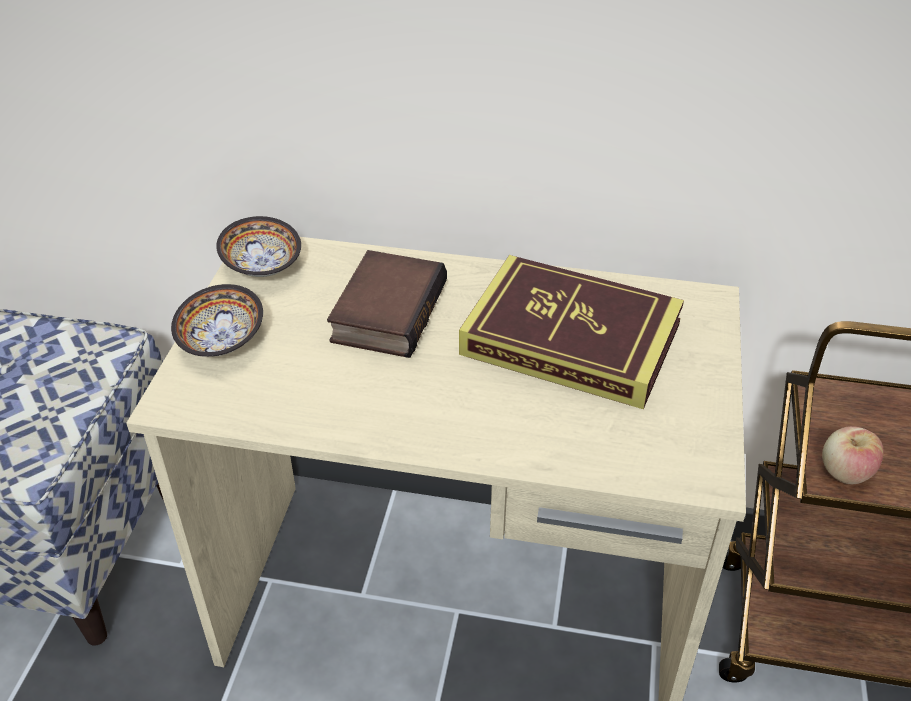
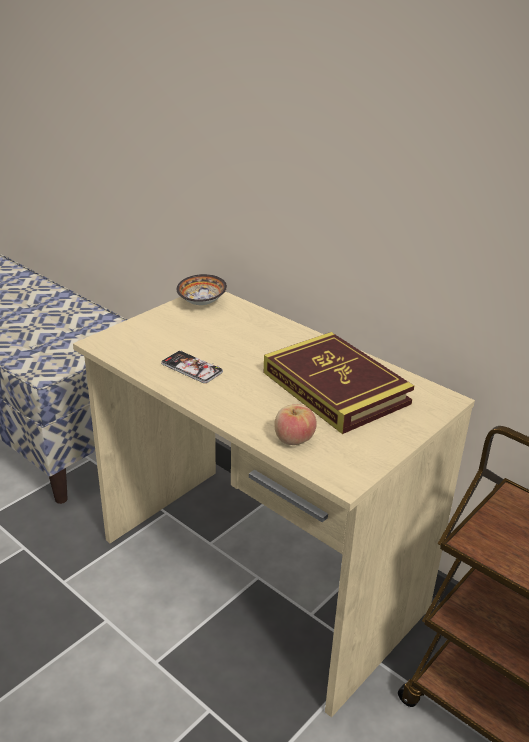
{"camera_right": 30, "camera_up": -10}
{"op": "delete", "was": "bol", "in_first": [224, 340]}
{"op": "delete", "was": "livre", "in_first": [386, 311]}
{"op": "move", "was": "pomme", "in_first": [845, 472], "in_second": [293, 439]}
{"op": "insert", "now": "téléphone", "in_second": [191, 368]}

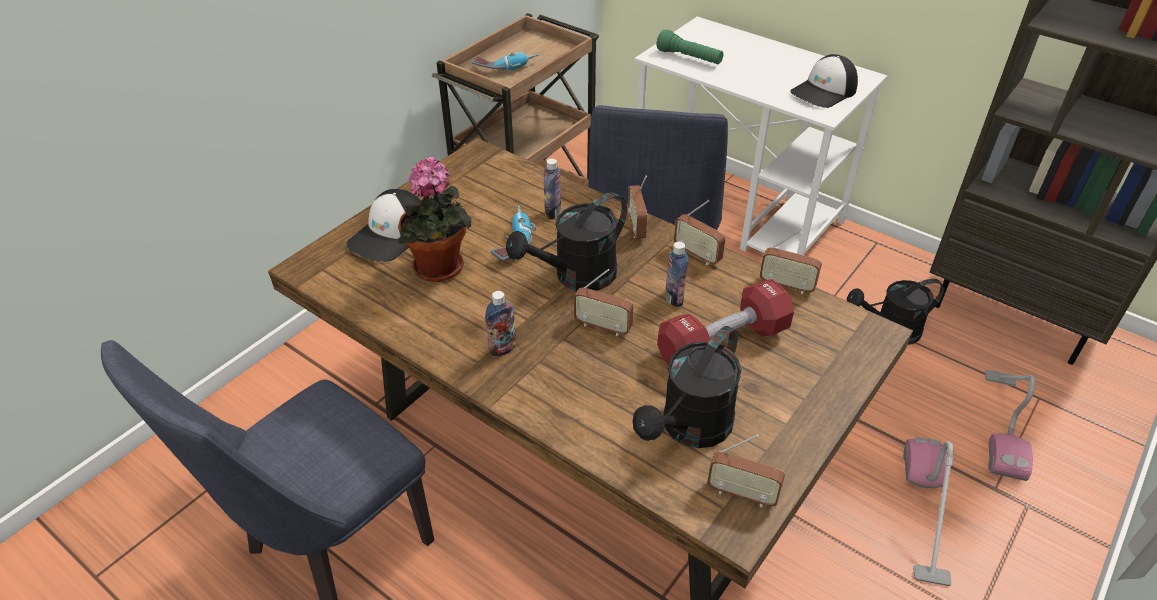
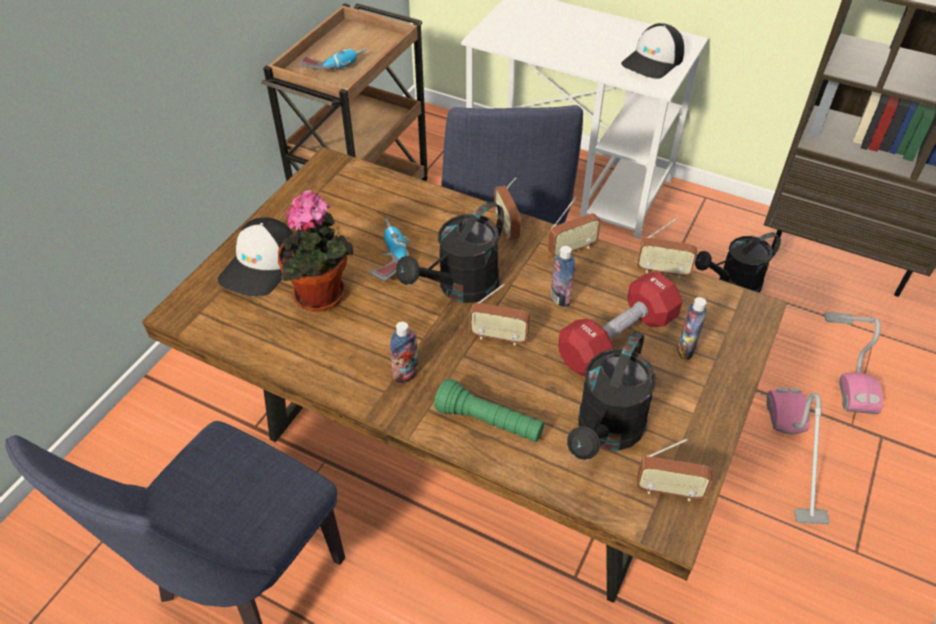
{"camera_right": -10, "camera_up": 5}
{"op": "move", "was": "bouteille", "in_first": [552, 213], "in_second": [685, 349]}
{"op": "move", "was": "lampe de poche (vert)", "in_first": [689, 58], "in_second": [489, 422]}
{"op": "rotate", "was": "radio", "in_first": [697, 255], "in_second": [572, 249], "clockwise": -60}

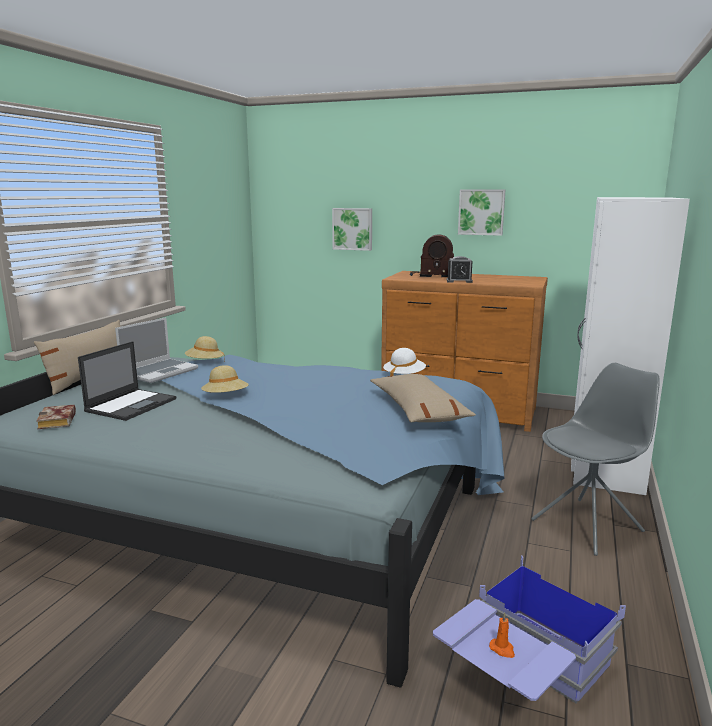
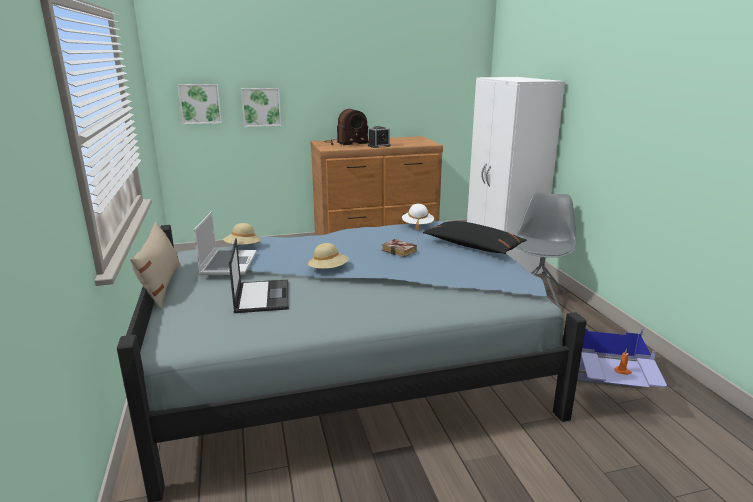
{"camera_right": -35, "camera_up": 5}
{"op": "move", "was": "livre", "in_first": [58, 421], "in_second": [400, 251]}
{"op": "recolor", "was": "coussin (beige)", "now": "coussin (noir)", "in_first": [418, 410], "in_second": [473, 246]}
{"op": "move", "was": "tableau", "in_first": [481, 212], "in_second": [200, 103]}

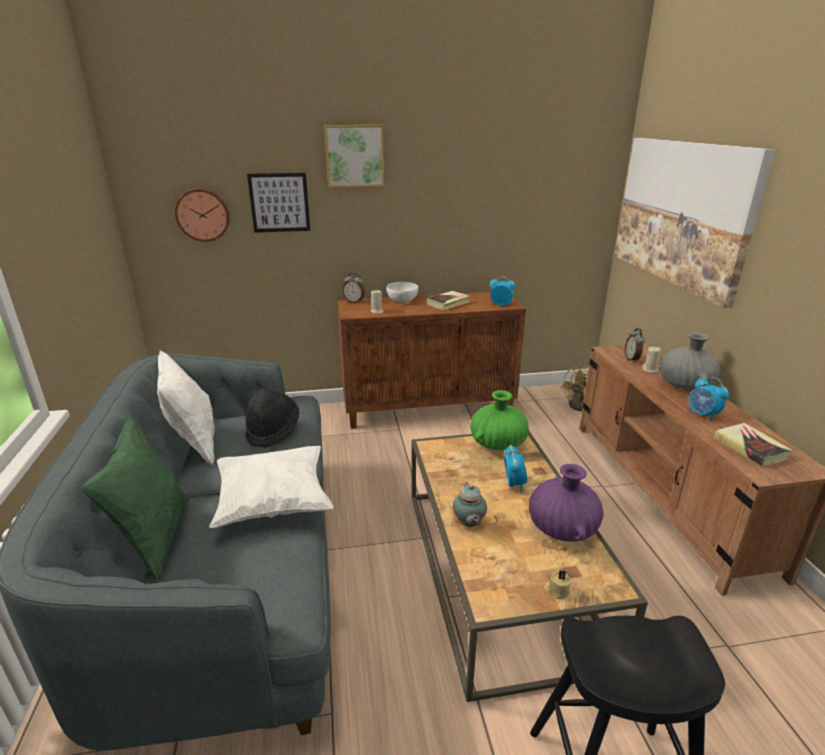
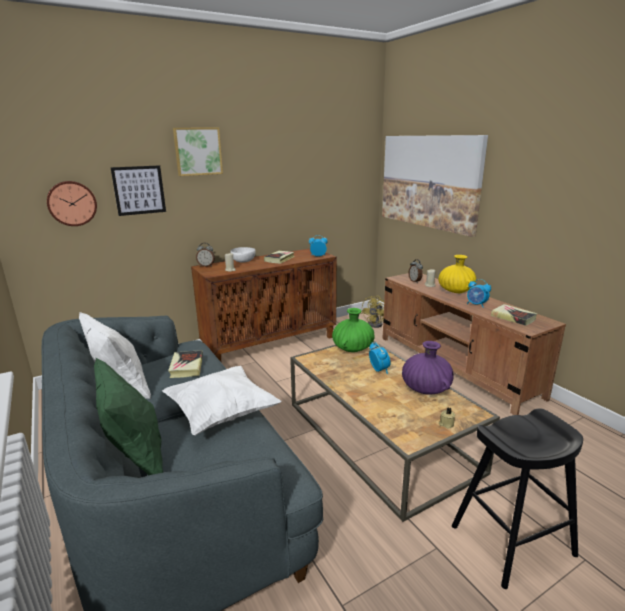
{"camera_right": -20, "camera_up": -5}
{"op": "replace", "was": "chapeau (noir)", "now": "livre", "in_first": [273, 431], "in_second": [186, 367]}
{"op": "delete", "was": "théière", "in_first": [468, 524]}
{"op": "recolor", "was": "vase (gris)", "now": "vase (jaune)", "in_first": [685, 385], "in_second": [455, 291]}

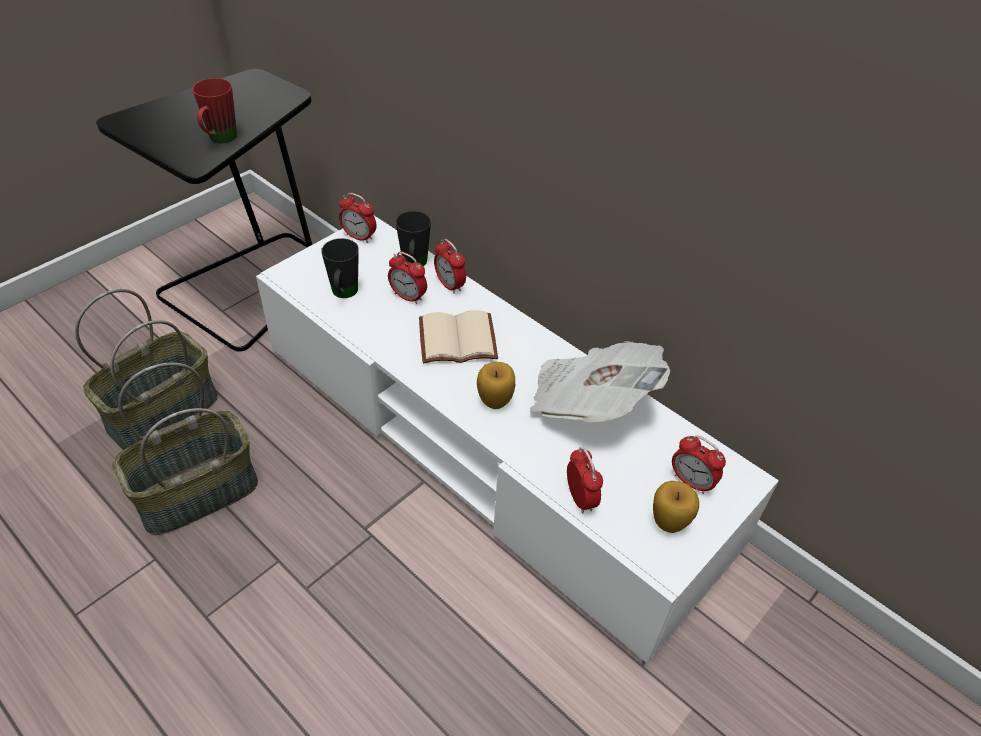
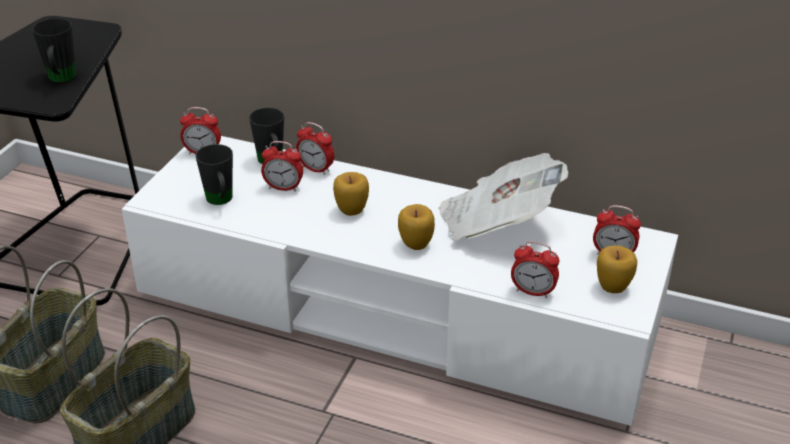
{"camera_right": -20, "camera_up": -10}
{"op": "recolor", "was": "mug (rouge)", "now": "mug (noir)", "in_first": [219, 140], "in_second": [61, 79]}
{"op": "replace", "was": "livre (beige)", "now": "pomme", "in_first": [456, 341], "in_second": [351, 210]}
{"op": "rotate", "was": "réveil", "in_first": [580, 498], "in_second": [533, 292], "clockwise": 150}

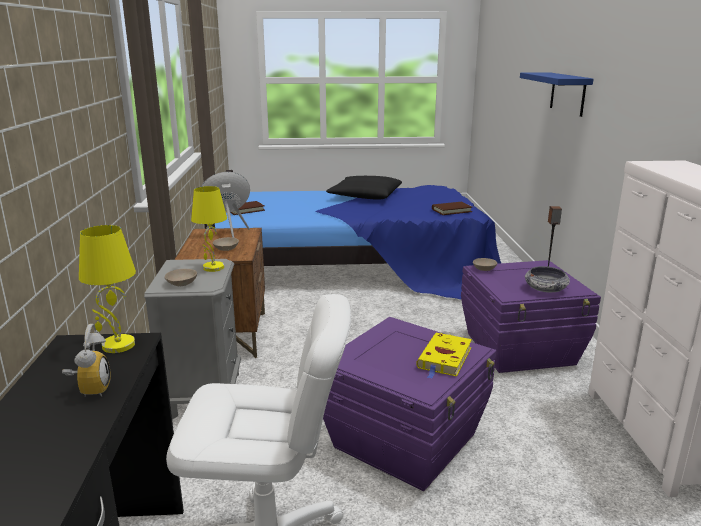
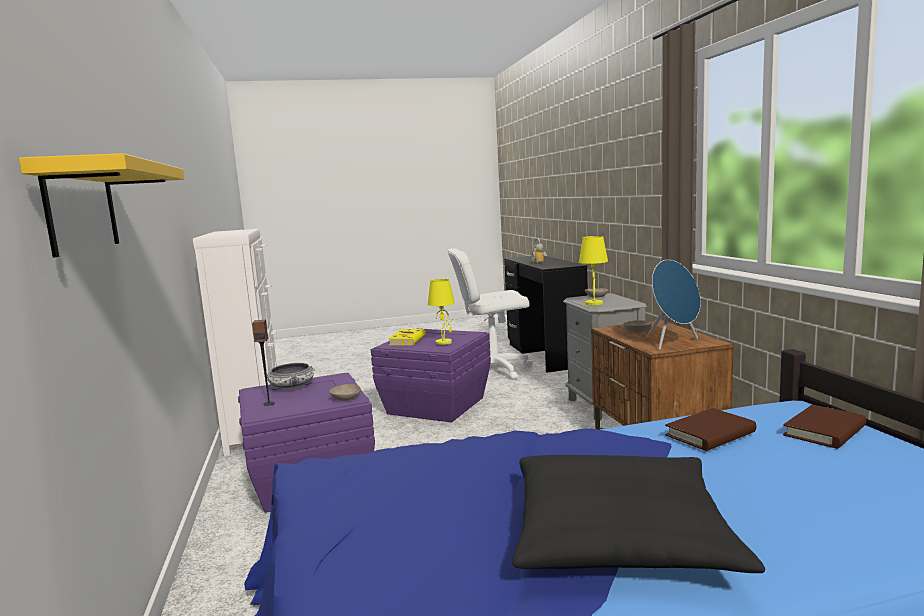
{"camera_right": 170, "camera_up": -10}
{"op": "move", "was": "lampe de table (jaune)", "in_first": [117, 345], "in_second": [444, 342]}
{"op": "move", "was": "livre (marron)", "in_first": [451, 210], "in_second": [710, 434]}
{"op": "recolor", "was": "étagère (bleu)", "now": "étagère (jaune)", "in_first": [567, 93], "in_second": [82, 208]}

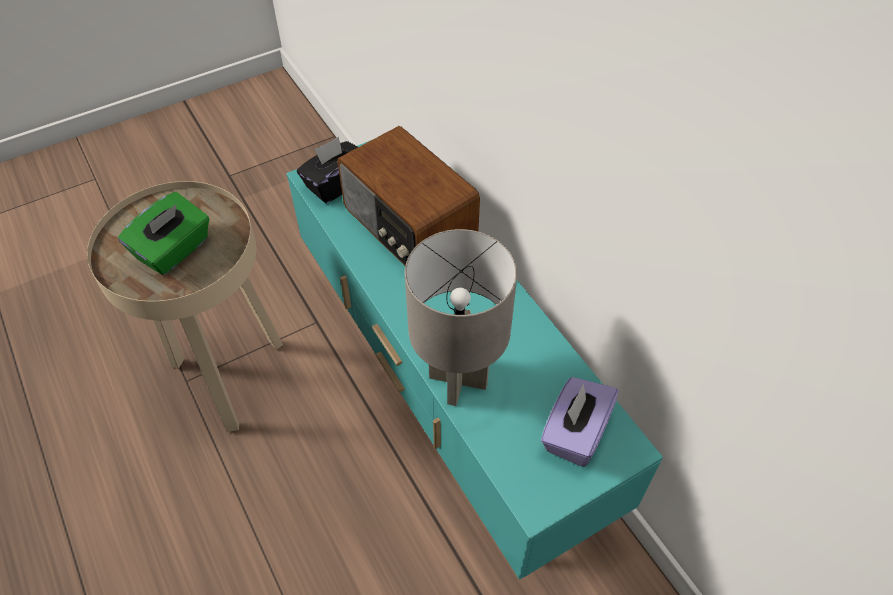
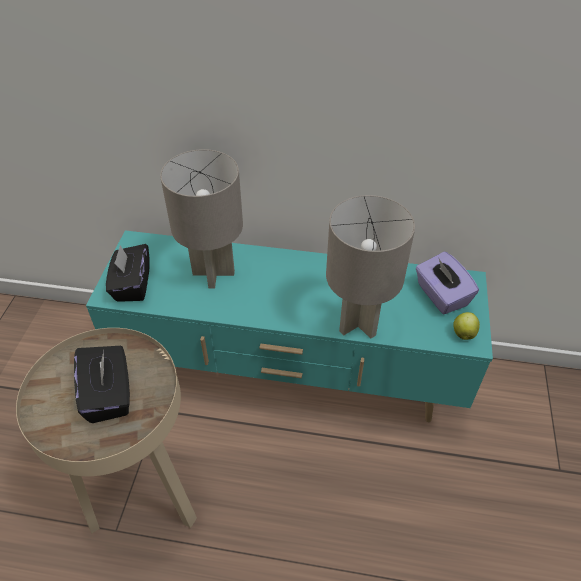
{"camera_right": -50, "camera_up": -5}
{"op": "recolor", "was": "boîte à mouchoirs (vert)", "now": "boîte à mouchoirs (noir)", "in_first": [174, 250], "in_second": [109, 395]}
{"op": "replace", "was": "radio", "now": "lampe de table (gris)", "in_first": [408, 226], "in_second": [214, 272]}
{"op": "insert", "now": "pomme", "in_second": [463, 333]}

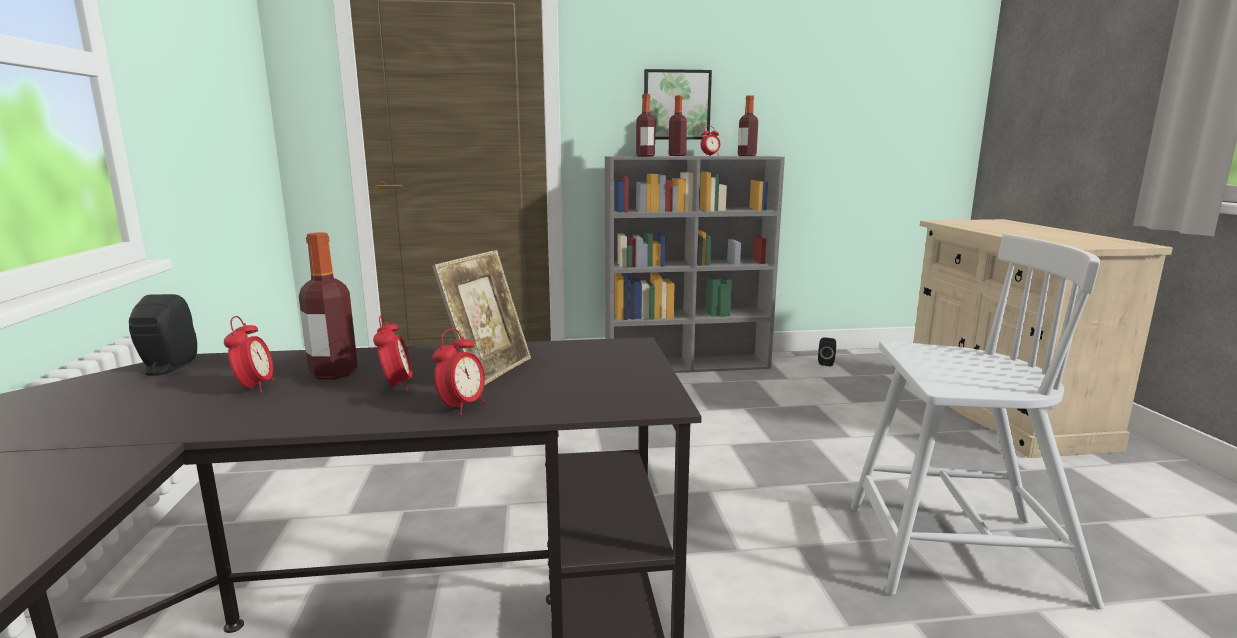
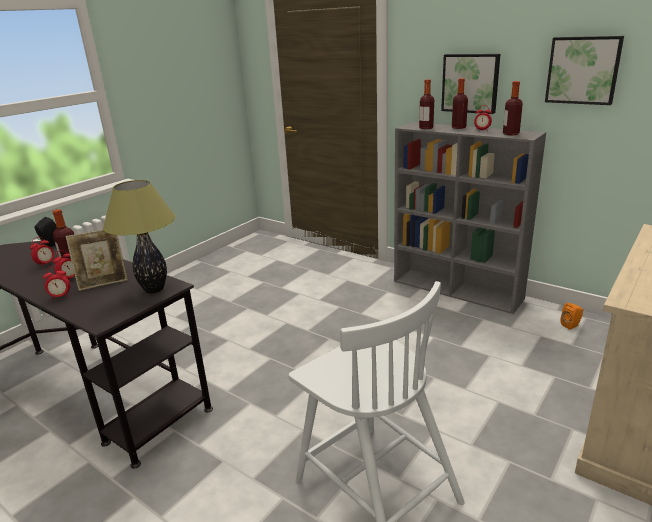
{"camera_right": 45, "camera_up": 10}
{"op": "recolor", "was": "enceinte (noir)", "now": "enceinte (orange)", "in_first": [826, 363], "in_second": [571, 325]}
{"op": "insert", "now": "lampe de table", "in_second": [154, 289]}
{"op": "insert", "now": "tableau", "in_second": [583, 70]}

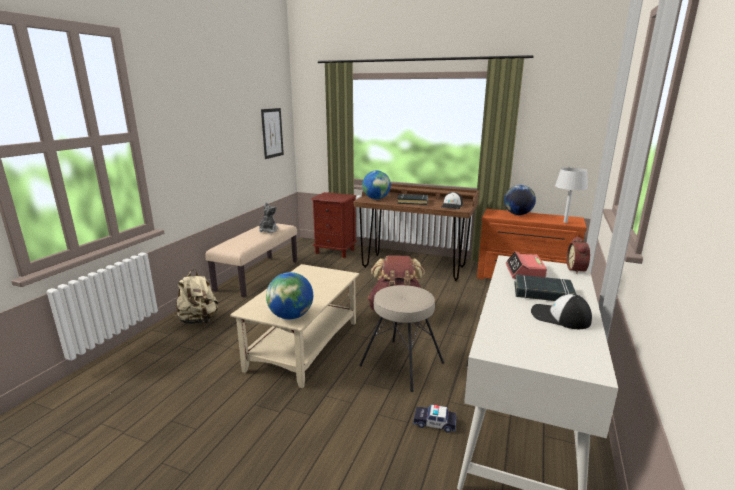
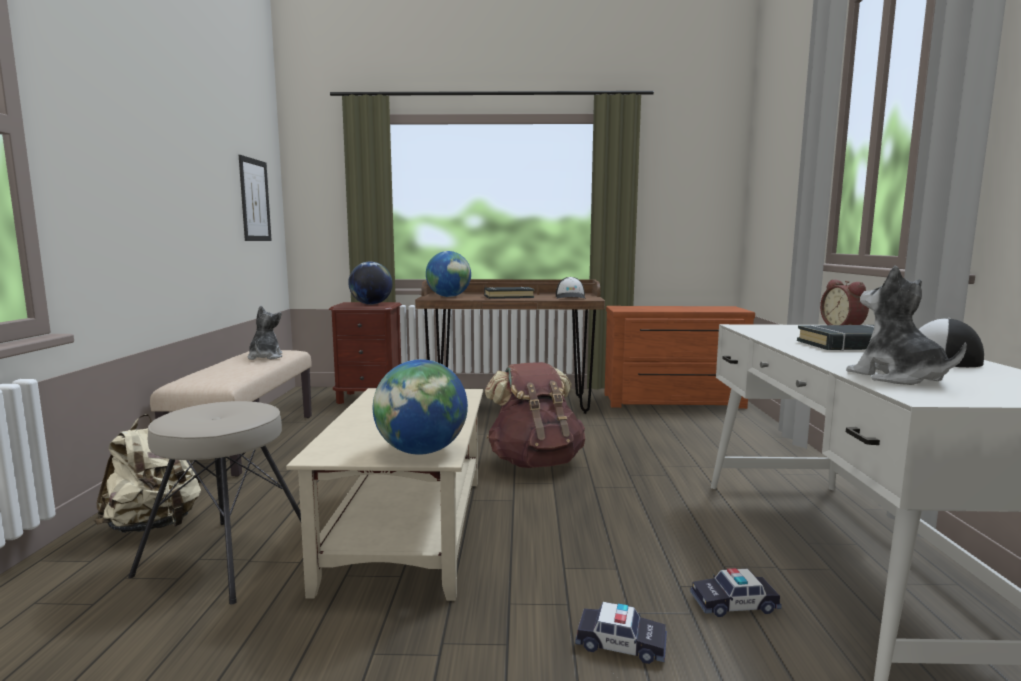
{"camera_right": -20, "camera_up": -10}
{"op": "move", "was": "tabouret (beige)", "in_first": [402, 363], "in_second": [228, 557]}
{"op": "move", "was": "globe", "in_first": [517, 214], "in_second": [371, 304]}
{"op": "delete", "was": "réveil", "in_first": [524, 272]}
{"op": "delete", "was": "lampe de table (gris)", "in_first": [565, 222]}
{"op": "insert", "now": "petite voiture", "in_second": [621, 644]}
{"op": "insert", "now": "peluche", "in_second": [897, 378]}

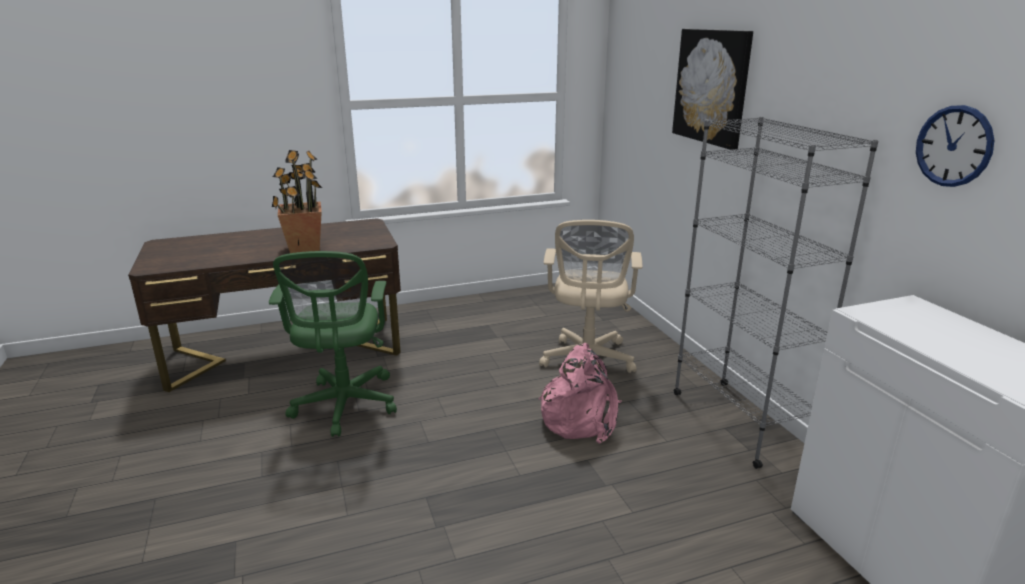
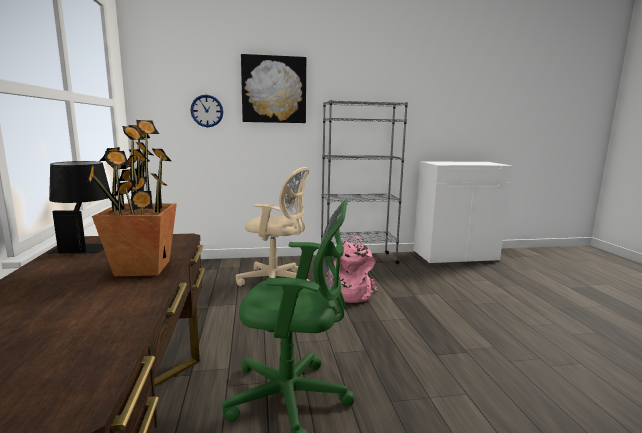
{"camera_right": -80, "camera_up": -10}
{"op": "move", "was": "horloge murale", "in_first": [953, 146], "in_second": [207, 111]}
{"op": "insert", "now": "lampe de table (noir)", "in_second": [85, 245]}

